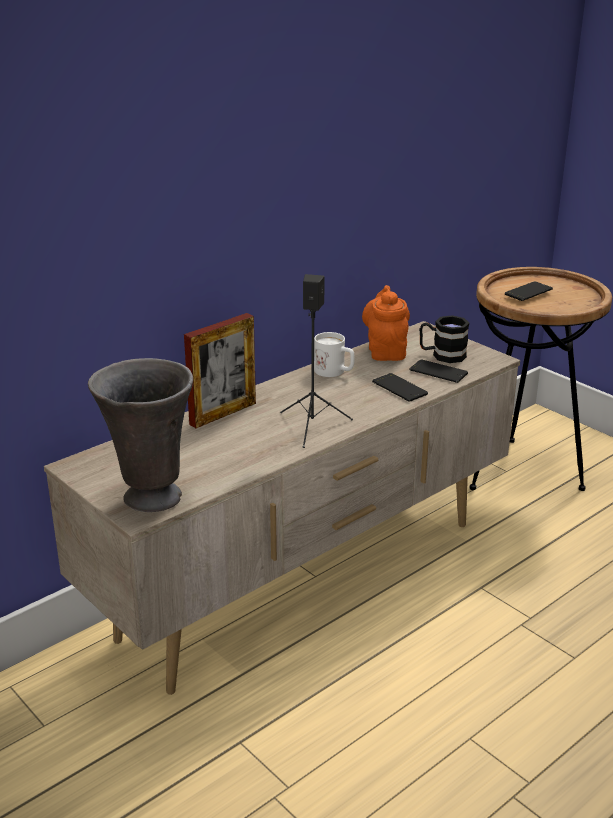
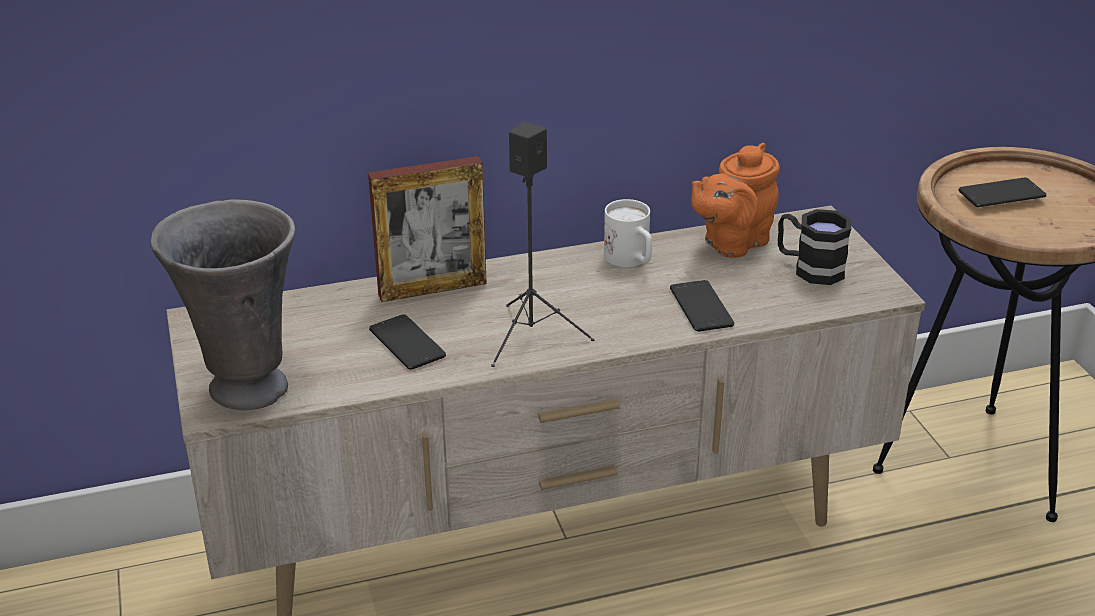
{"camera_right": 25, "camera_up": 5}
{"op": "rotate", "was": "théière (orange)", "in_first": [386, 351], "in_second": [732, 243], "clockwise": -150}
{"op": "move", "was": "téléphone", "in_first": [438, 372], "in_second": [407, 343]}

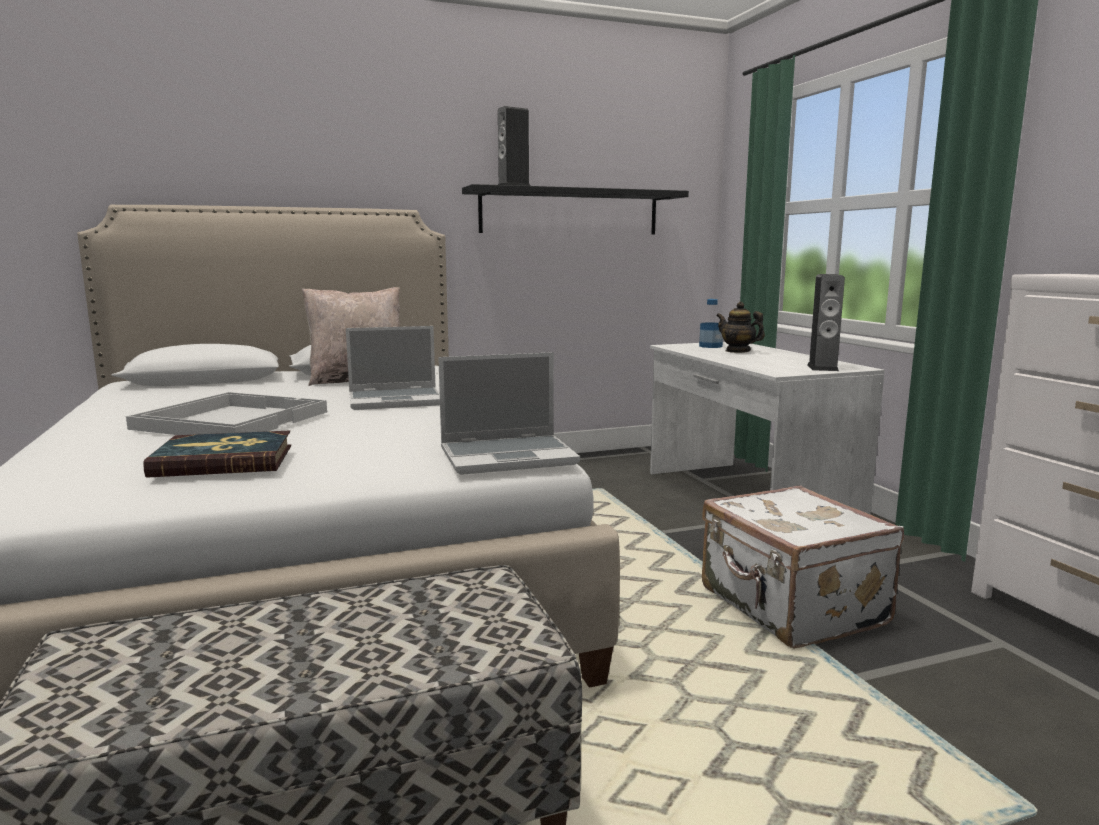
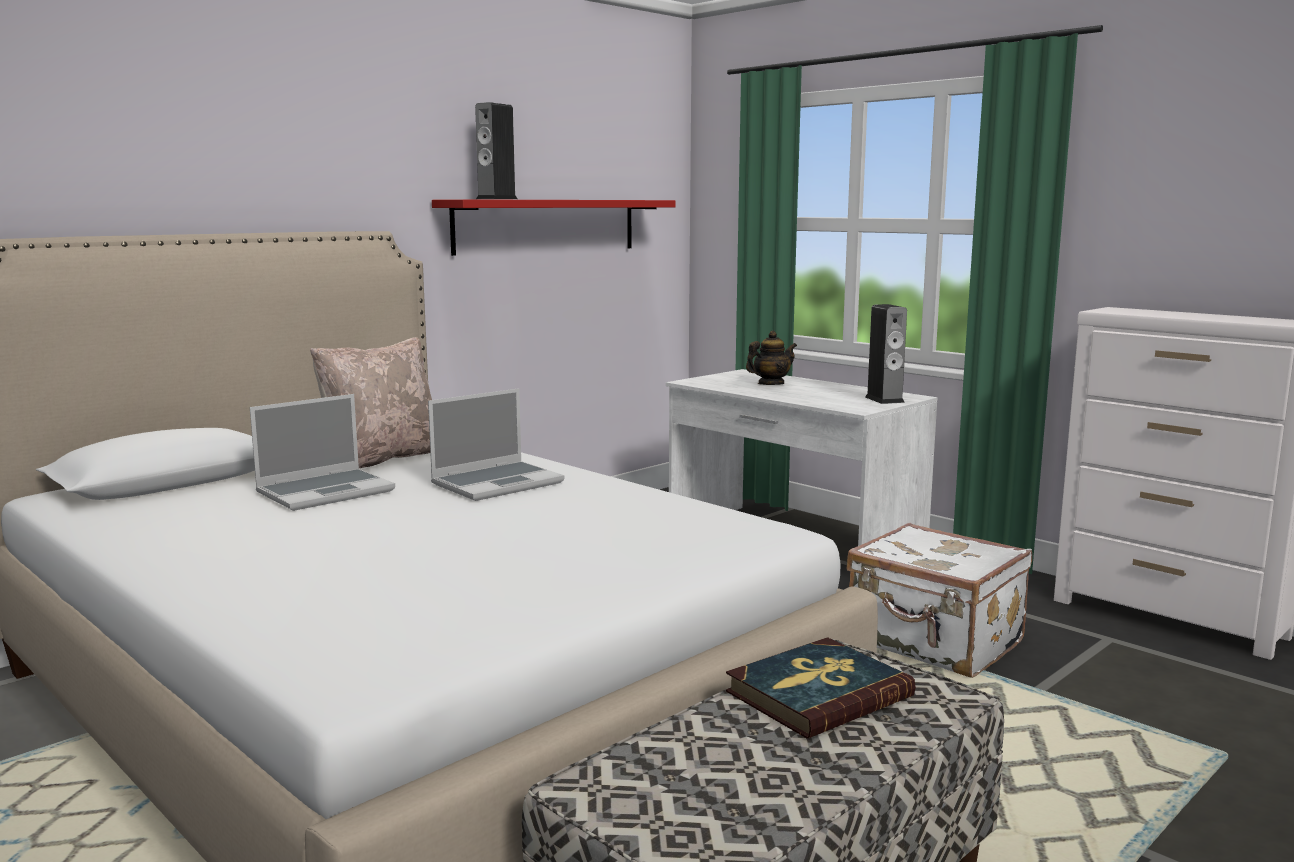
{"camera_right": -25, "camera_up": 0}
{"op": "delete", "was": "plateau (blanc)", "in_first": [232, 420]}
{"op": "move", "was": "livre", "in_first": [224, 460], "in_second": [818, 694]}
{"op": "move", "was": "ordinateur portable", "in_first": [509, 456], "in_second": [326, 491]}
{"op": "recolor", "was": "étagère (noir)", "now": "étagère (rouge)", "in_first": [570, 212], "in_second": [547, 225]}
{"op": "delete", "was": "bouteille", "in_first": [710, 346]}
{"op": "rotate", "was": "théière", "in_first": [738, 351], "in_second": [770, 384], "clockwise": 135}

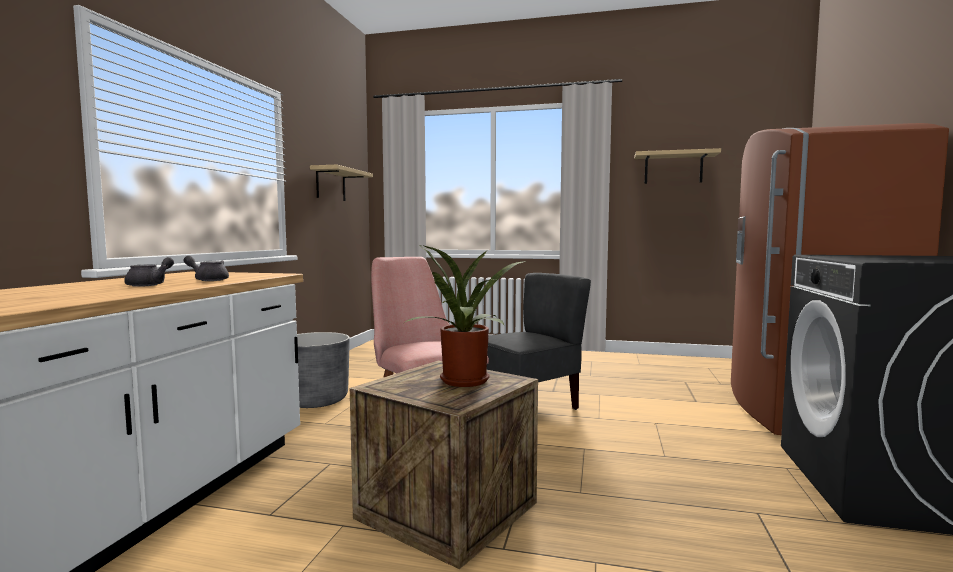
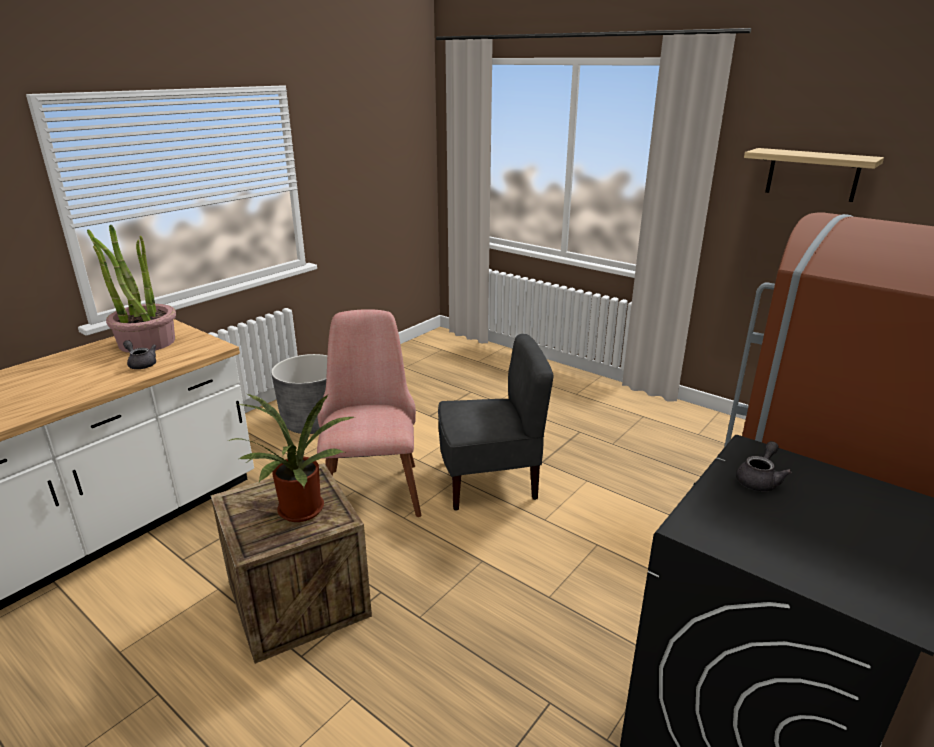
{"camera_right": 25, "camera_up": 20}
{"op": "move", "was": "théière (gris)", "in_first": [151, 285], "in_second": [759, 480]}
{"op": "delete", "was": "étagère", "in_first": [331, 184]}
{"op": "insert", "now": "plante en pot", "in_second": [146, 342]}

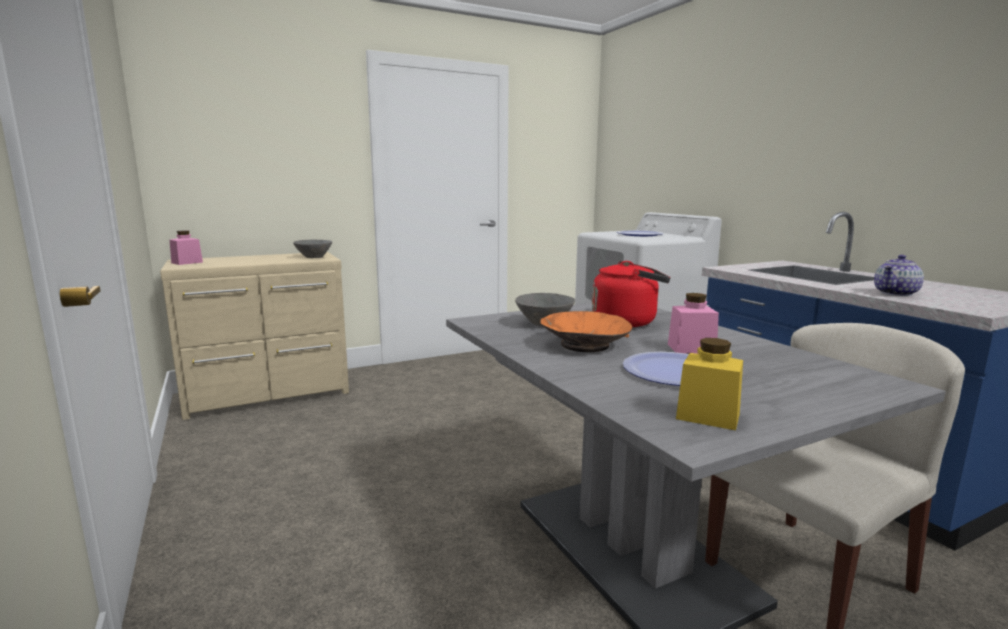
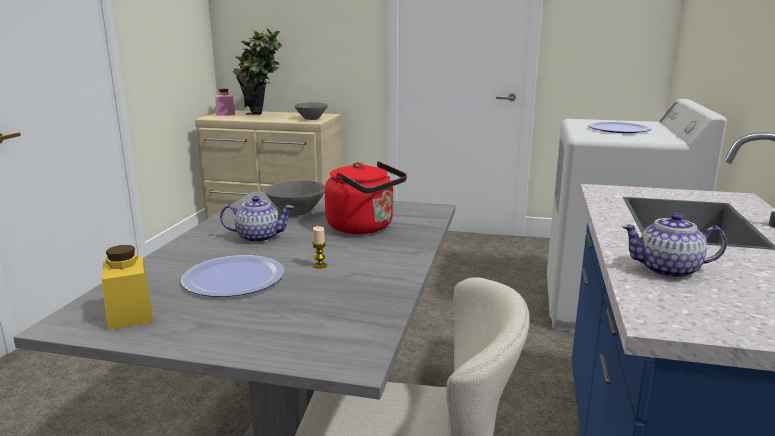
{"camera_right": 40, "camera_up": 5}
{"op": "replace", "was": "bol (orange)", "now": "théière", "in_first": [584, 345], "in_second": [258, 237]}
{"op": "replace", "was": "bocal (rose)", "now": "bougie", "in_first": [691, 348], "in_second": [320, 265]}
{"op": "insert", "now": "plante en pot", "in_second": [261, 116]}

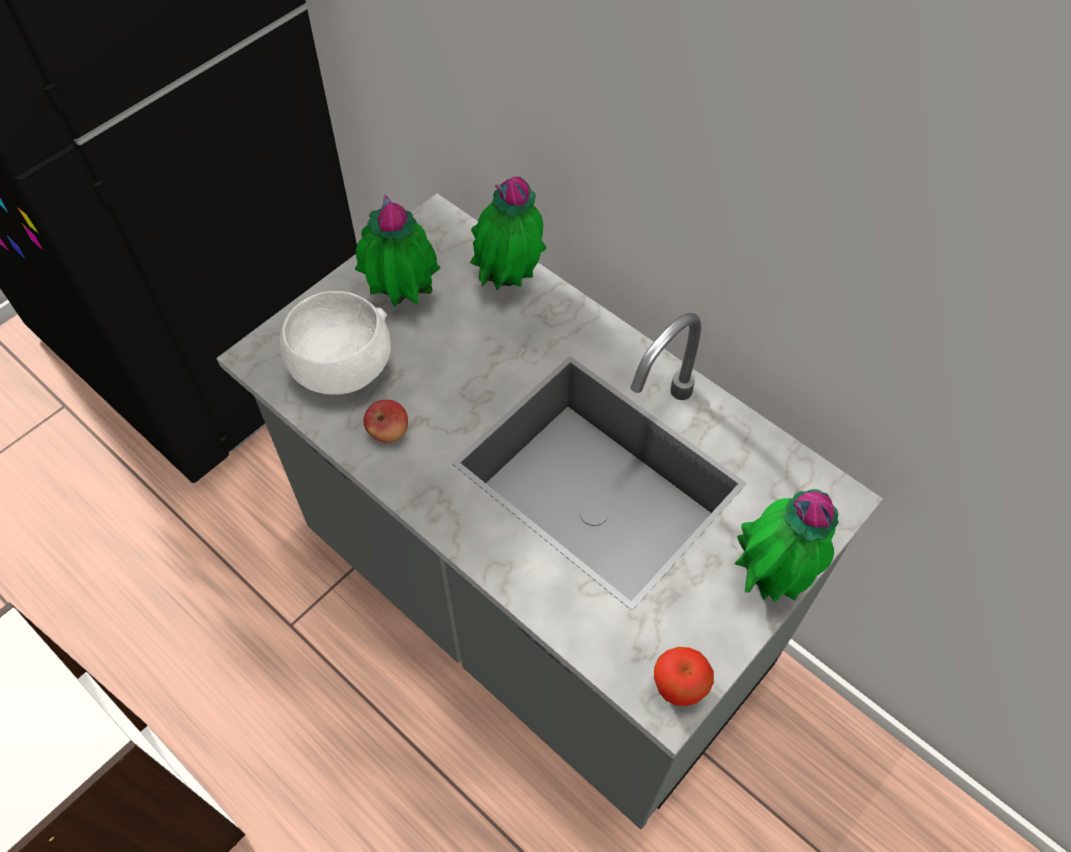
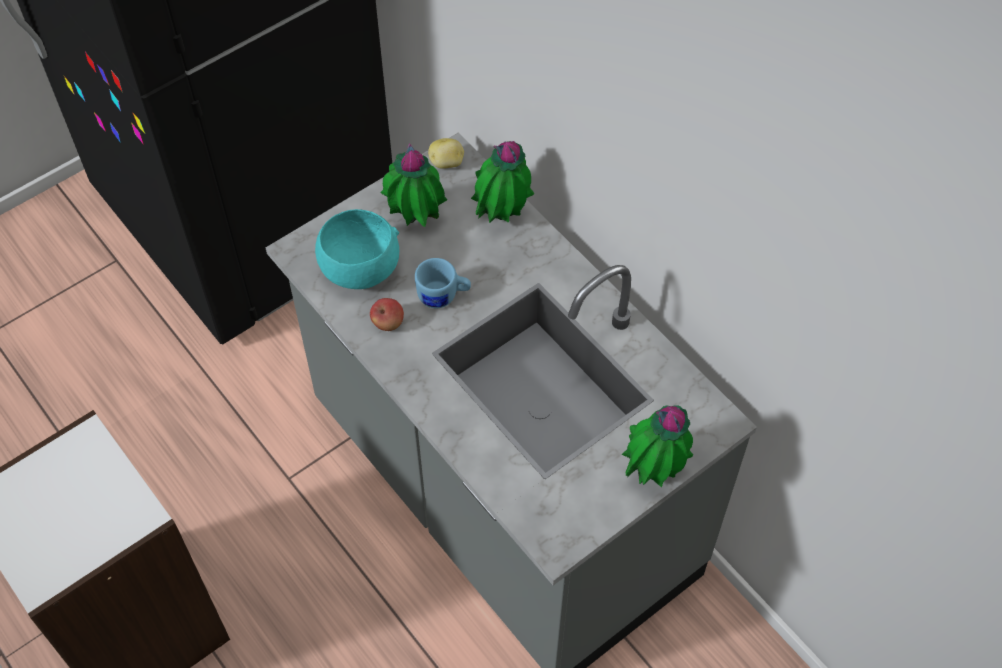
{"camera_right": 10, "camera_up": 0}
{"op": "recolor", "was": "bol (blanc)", "now": "bol (turquoise)", "in_first": [340, 371], "in_second": [358, 270]}
{"op": "delete", "was": "pomme", "in_first": [678, 688]}
{"op": "insert", "now": "mug (bleu)", "in_second": [443, 296]}
{"op": "insert", "now": "pomme de terre", "in_second": [447, 163]}

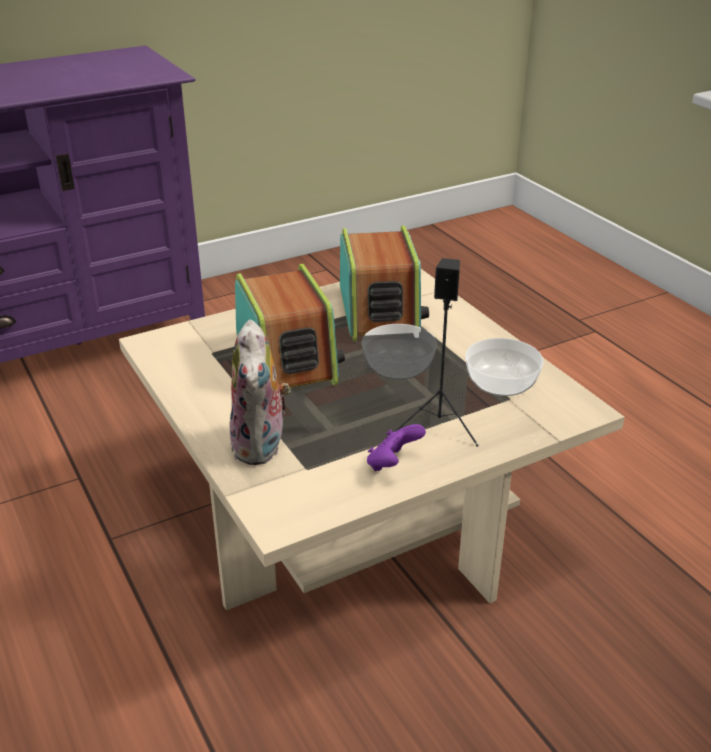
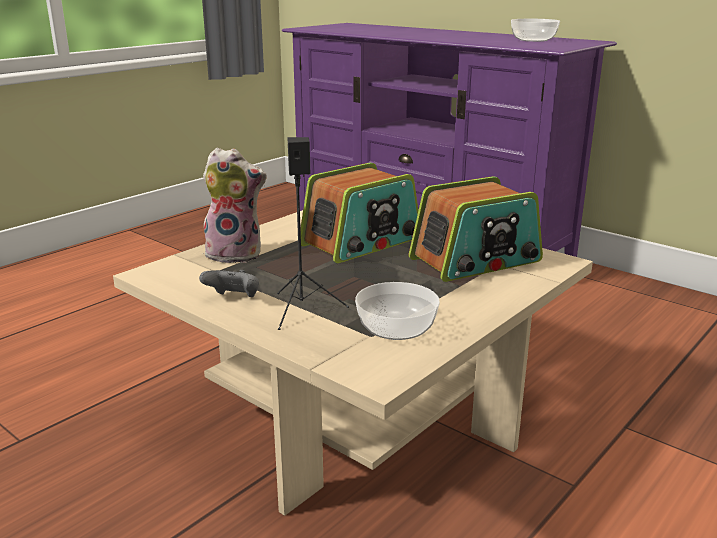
{"camera_right": 70, "camera_up": -10}
{"op": "rotate", "was": "peluche", "in_first": [262, 446], "in_second": [236, 254], "clockwise": -150}
{"op": "move", "was": "bol", "in_first": [397, 367], "in_second": [534, 40]}
{"op": "recolor", "was": "manette (violet)", "now": "manette (gris)", "in_first": [393, 464], "in_second": [233, 299]}

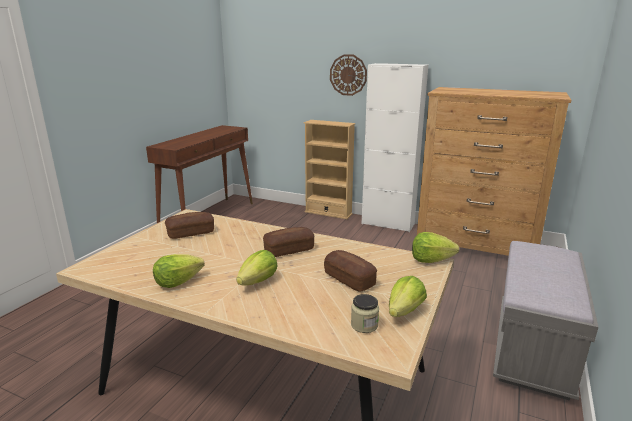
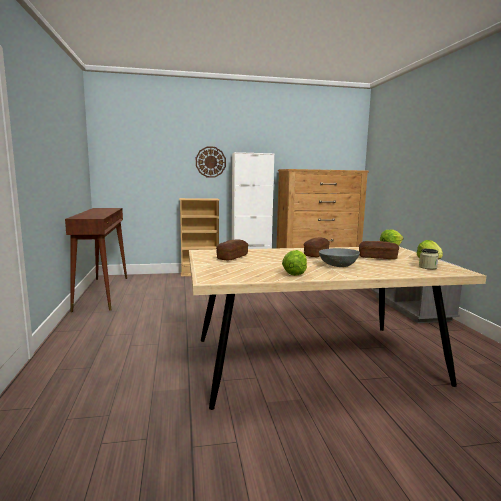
{"camera_right": -35, "camera_up": -10}
{"op": "replace", "was": "laitue", "now": "bol (gris)", "in_first": [258, 282], "in_second": [338, 265]}

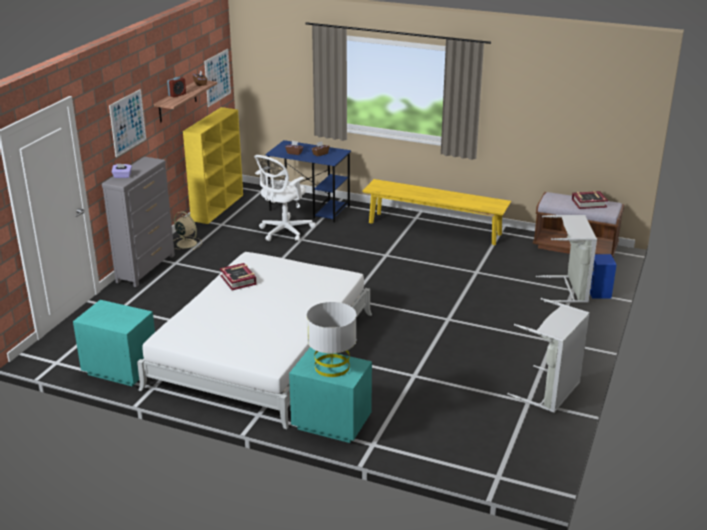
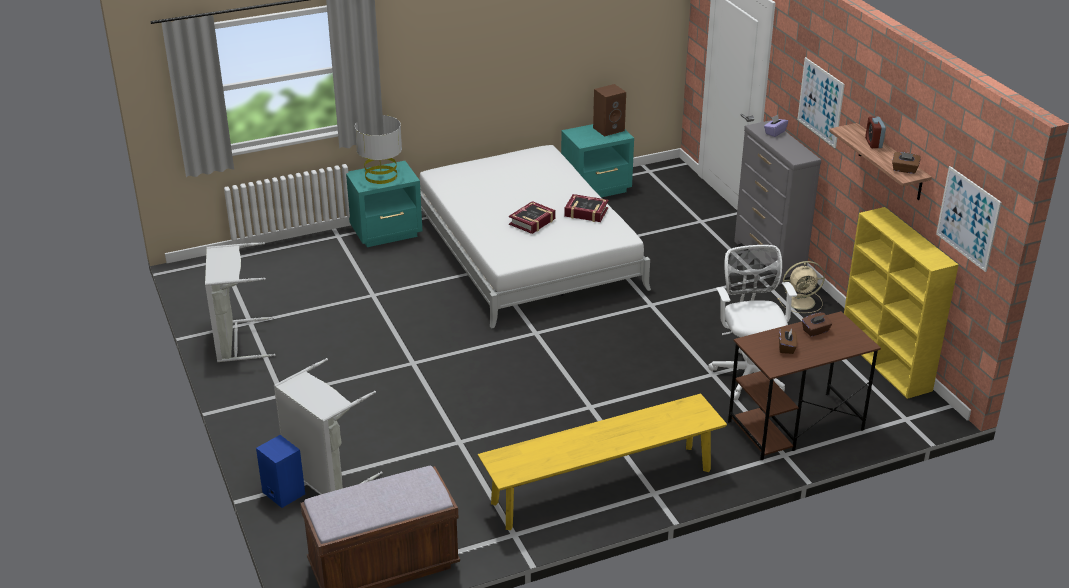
{"camera_right": 135, "camera_up": 5}
{"op": "recolor", "was": "bureau (bleu)", "now": "bureau (marron)", "in_first": [310, 208], "in_second": [794, 426]}
{"op": "move", "was": "livre", "in_first": [589, 203], "in_second": [532, 222]}
{"op": "insert", "now": "enceinte (marron)", "in_second": [609, 129]}

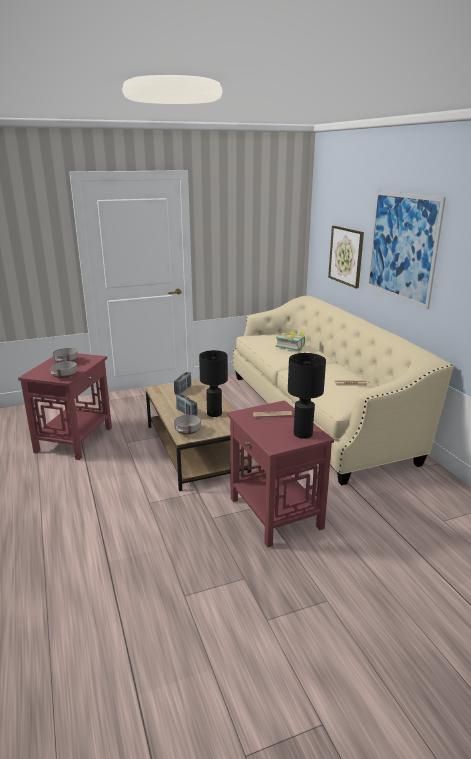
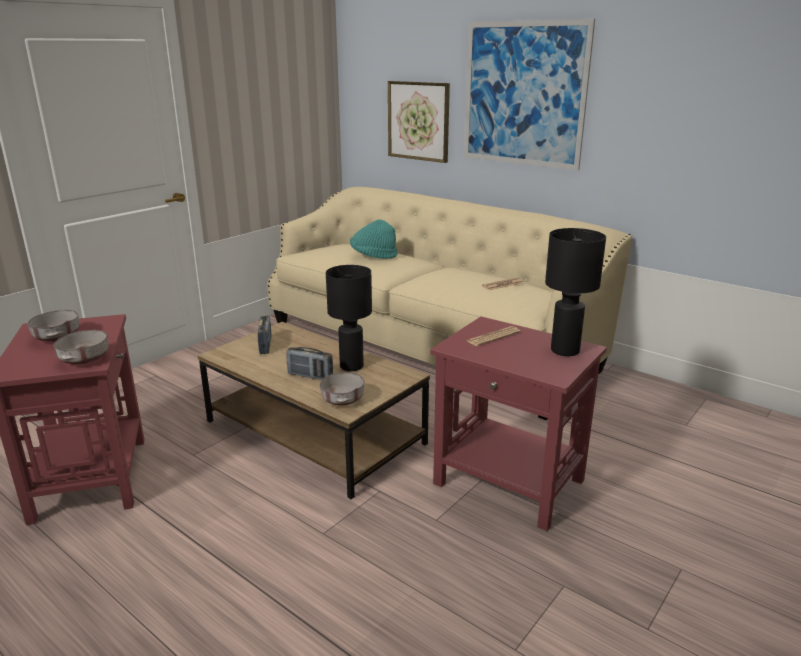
{"camera_right": -30, "camera_up": 0}
{"op": "replace", "was": "livre", "now": "chapeau (turquoise)", "in_first": [291, 346], "in_second": [373, 256]}

